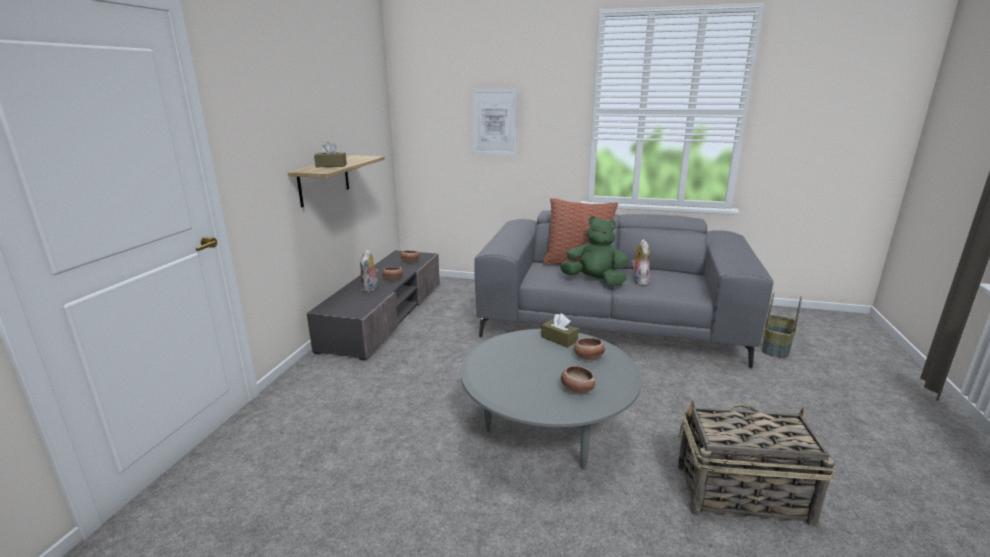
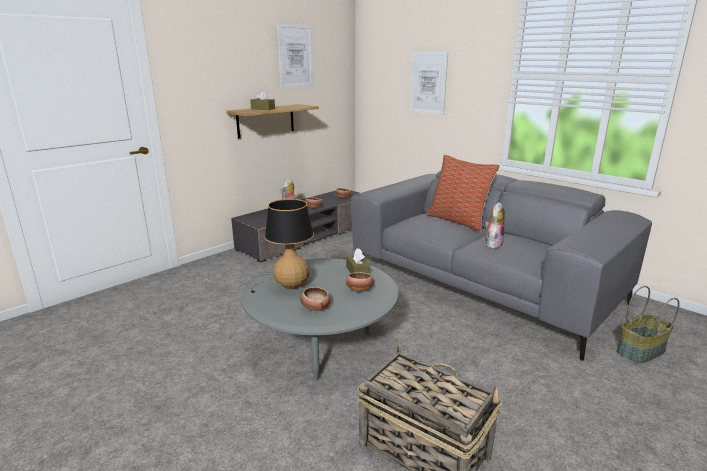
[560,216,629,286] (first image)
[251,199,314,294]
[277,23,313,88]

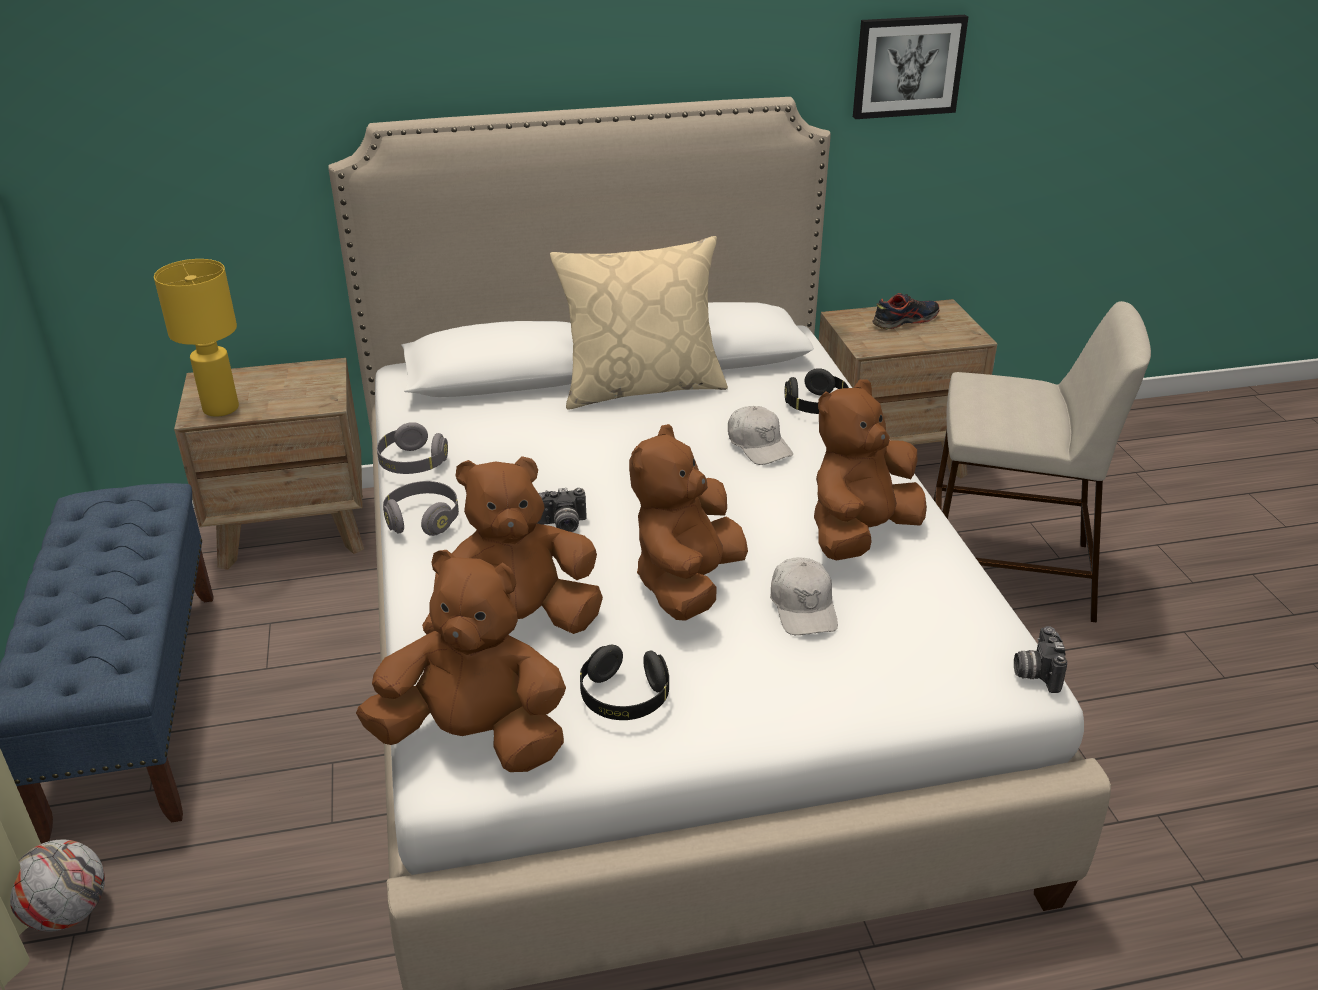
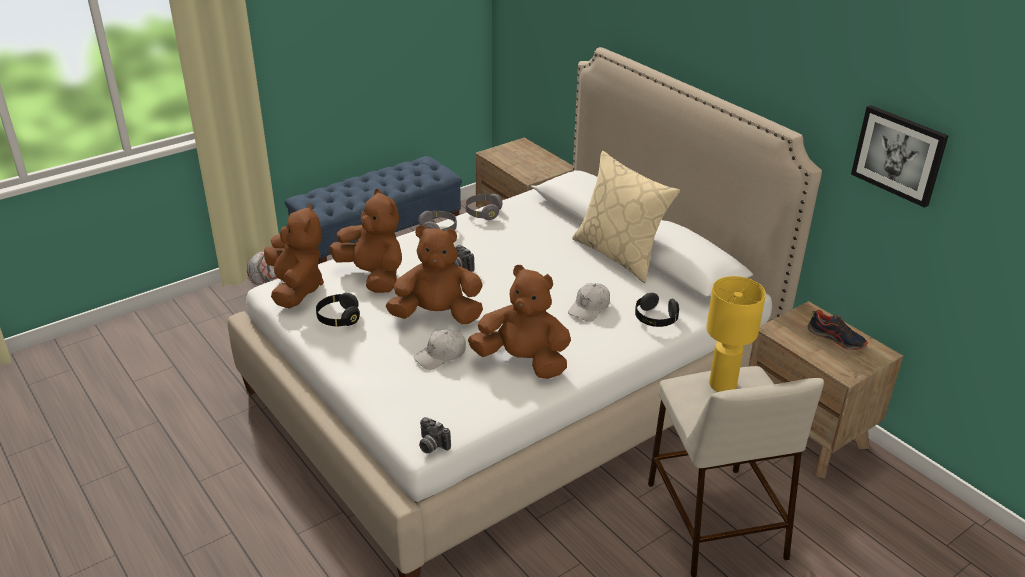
[706,276,766,392]
[419,417,451,453]

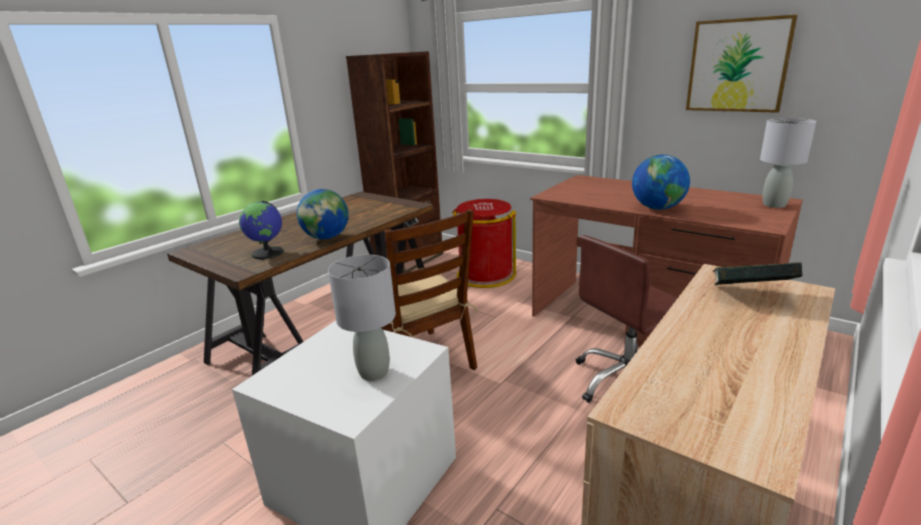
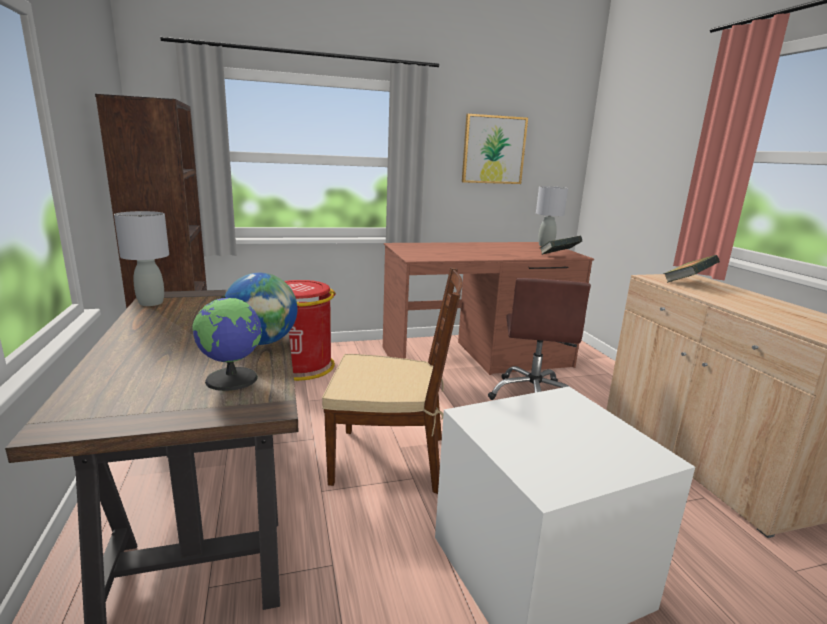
[114,211,169,306]
[632,155,690,210] (first image)
[540,235,582,255]

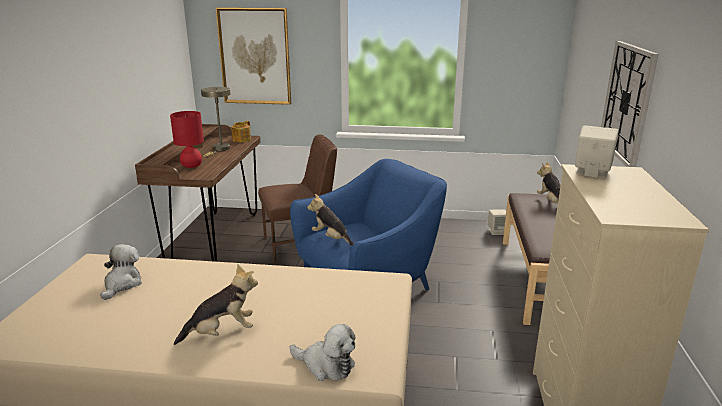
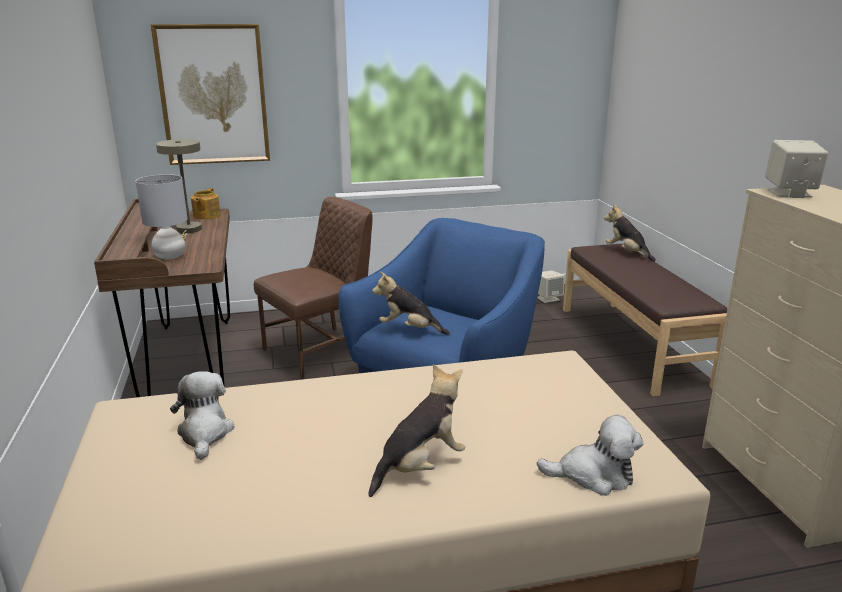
[136,174,188,259]
[601,41,658,167] (first image)

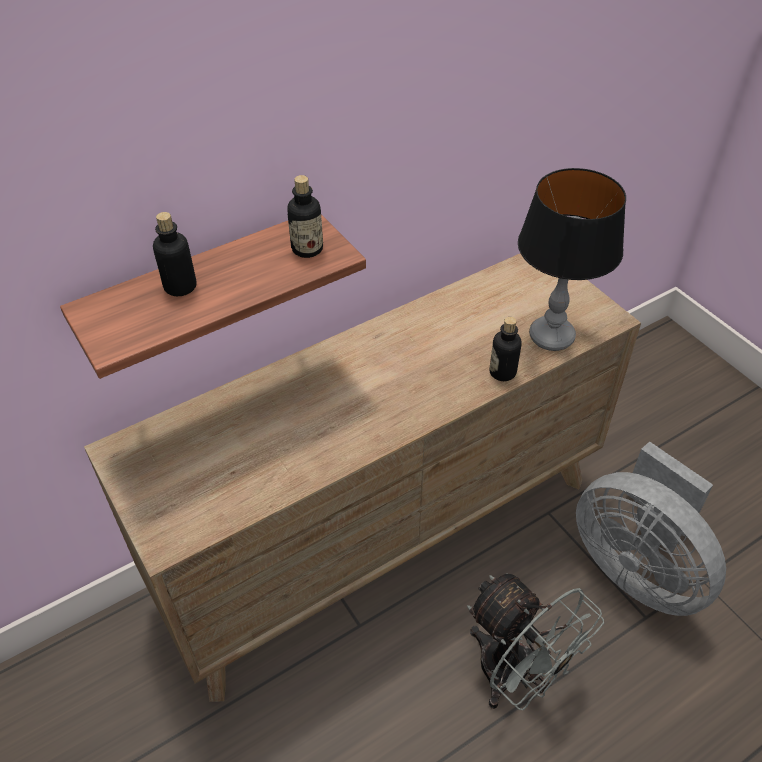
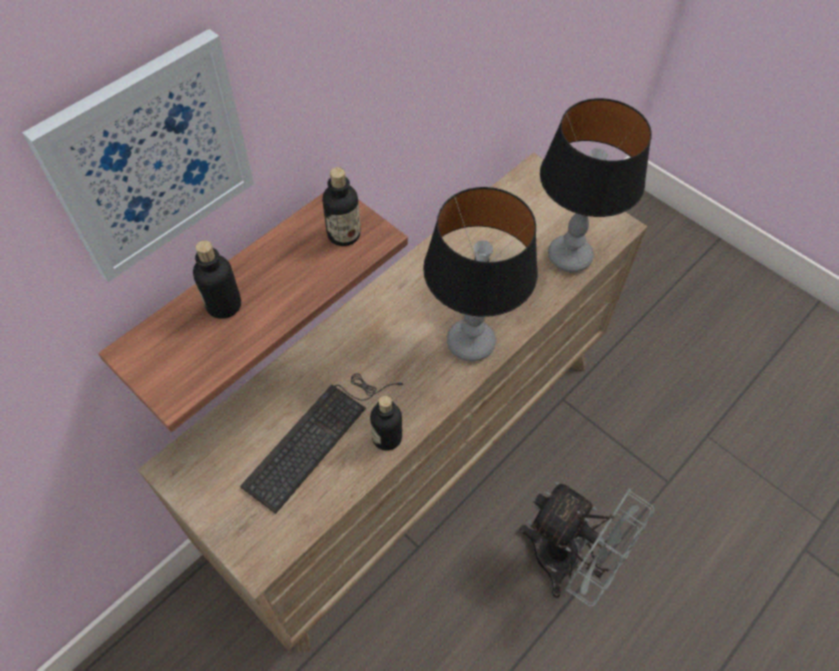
[370,396,402,451]
[576,441,726,616] (first image)
[22,29,254,282]
[240,373,403,514]
[423,187,538,362]

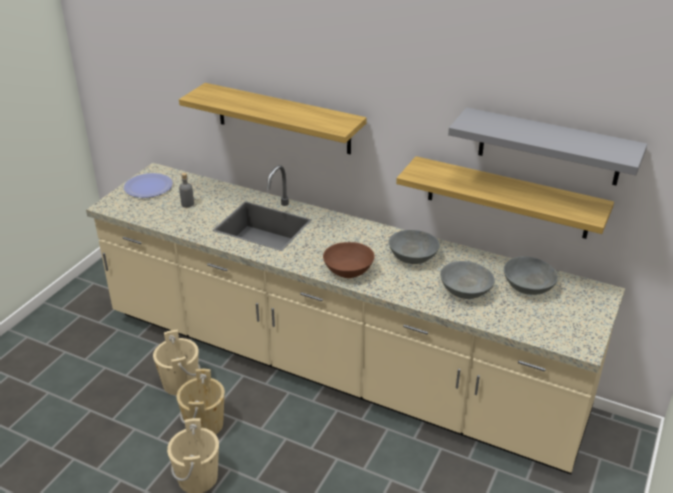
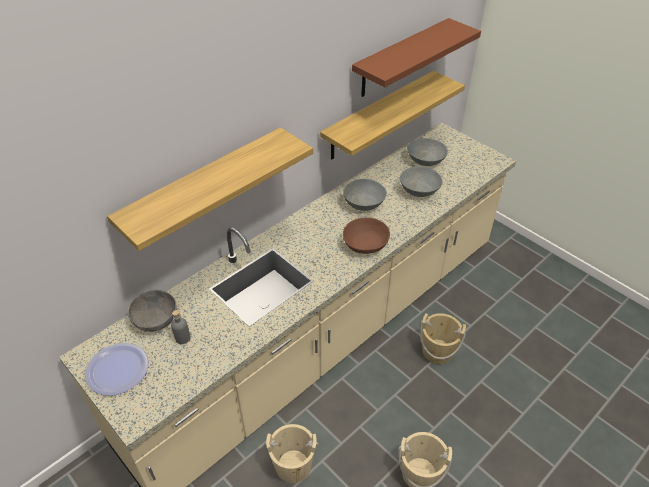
[420,313,466,364]
[352,18,481,97]
[128,290,177,332]

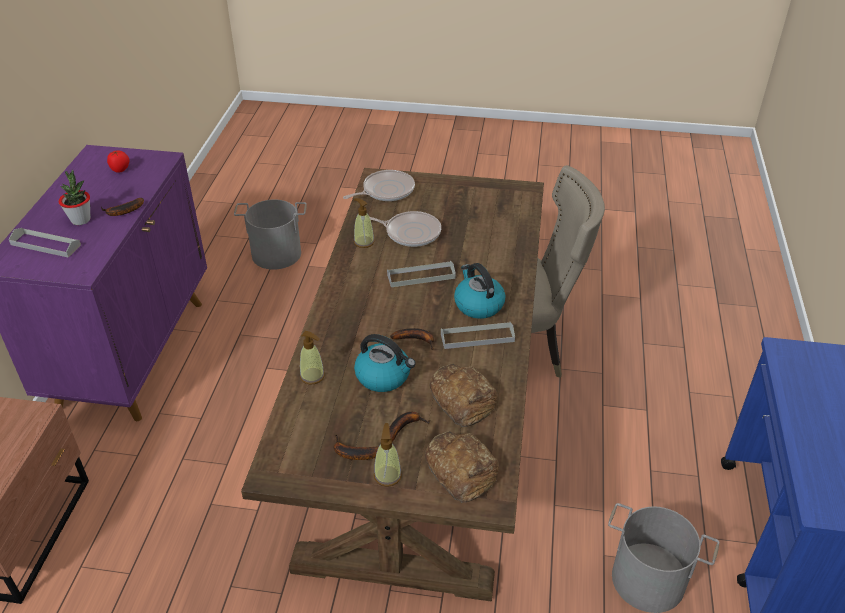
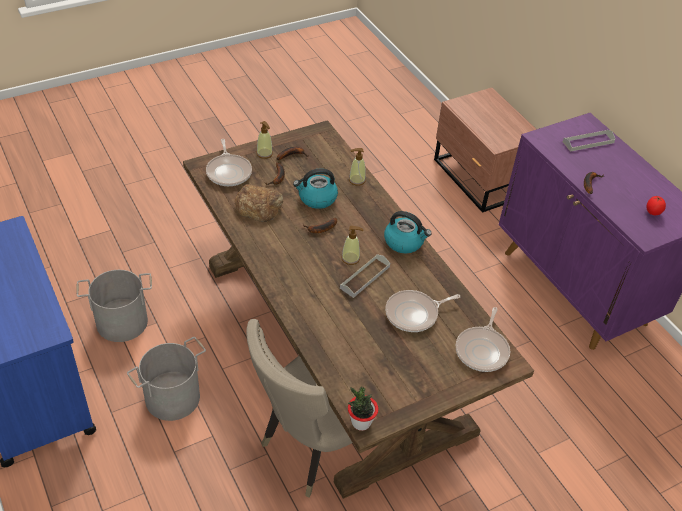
[348,387,379,431]
[127,337,206,421]
[341,226,364,265]
[206,139,252,186]
[441,322,515,349] (first image)
[384,211,432,253]

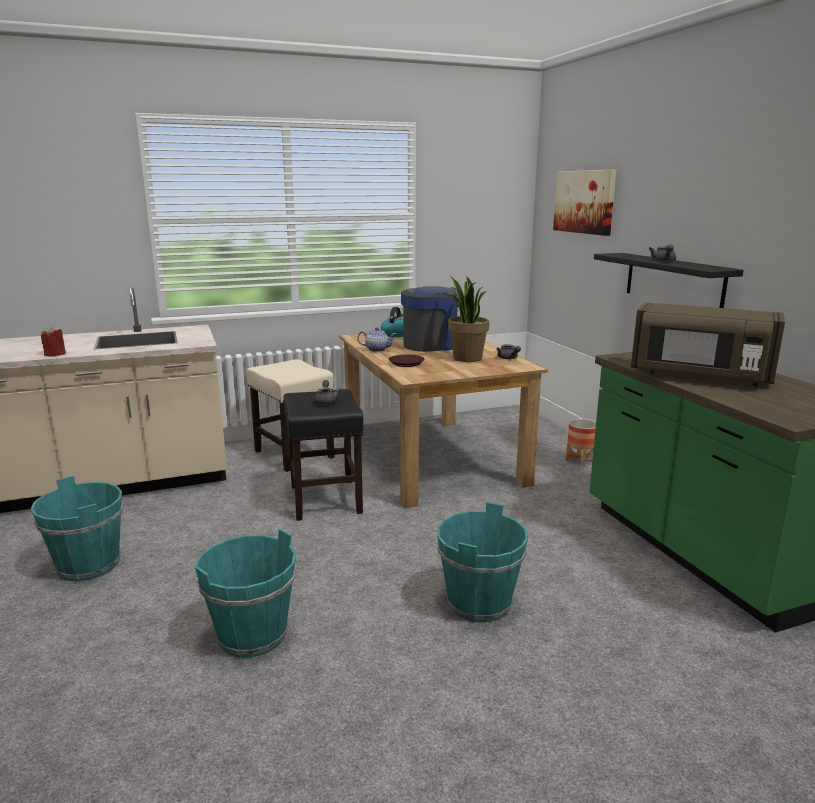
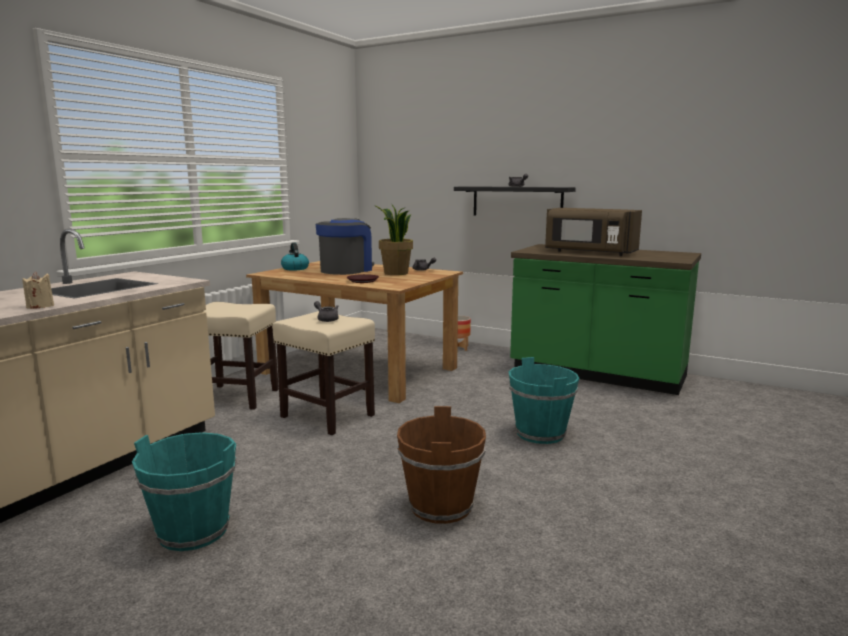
[22,272,54,309]
[397,406,486,524]
[272,311,375,435]
[357,327,396,352] (first image)
[553,170,616,236] (first image)
[545,208,642,256]

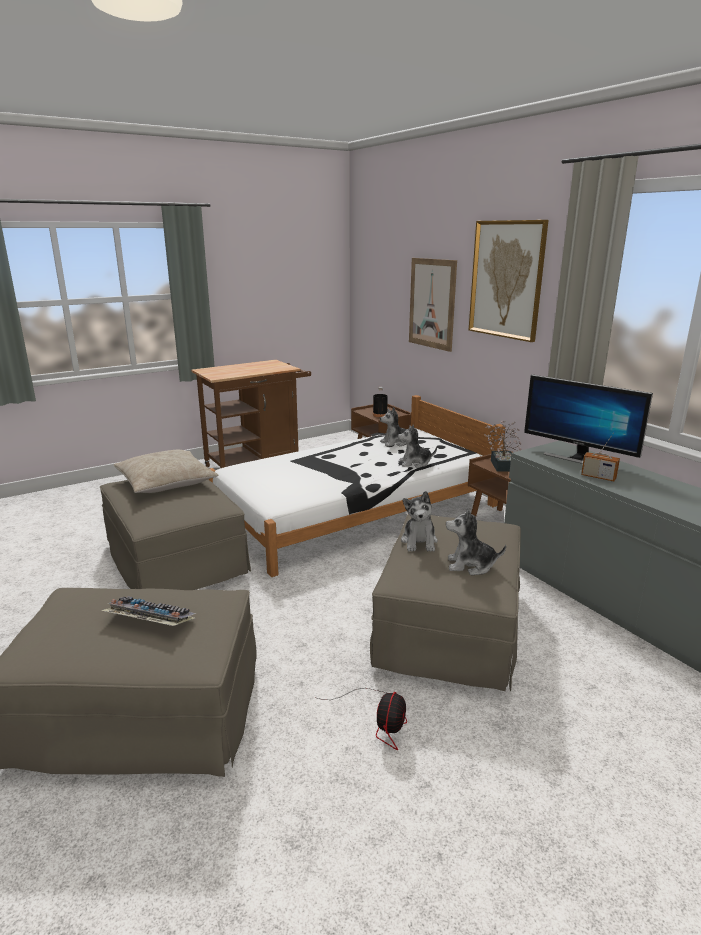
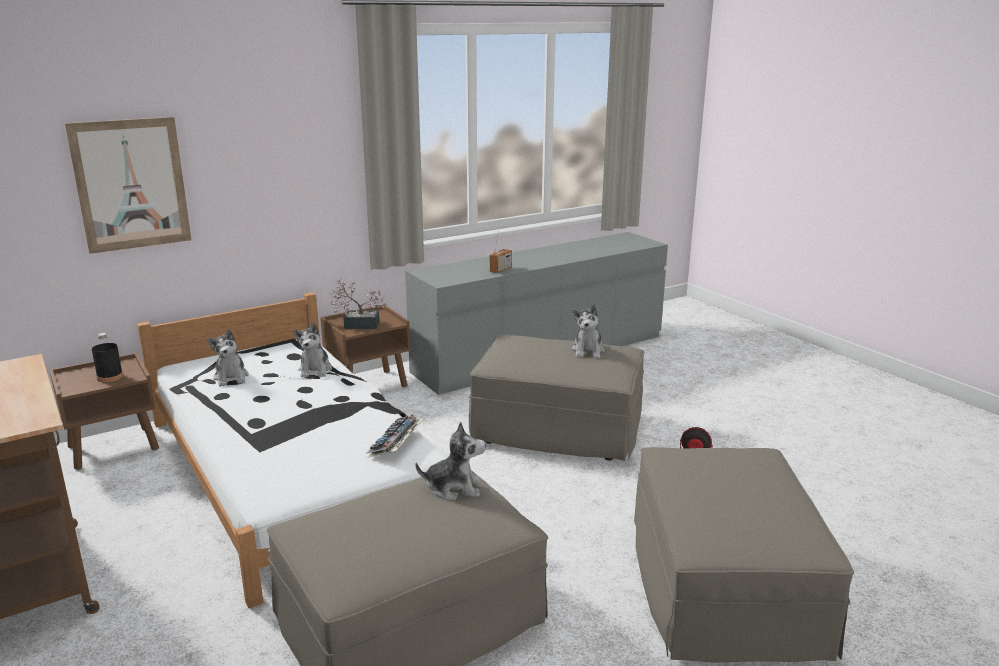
[366,414,425,458]
[114,450,218,493] (first image)
[415,422,486,500]
[469,220,548,342] (first image)
[524,374,653,464] (first image)

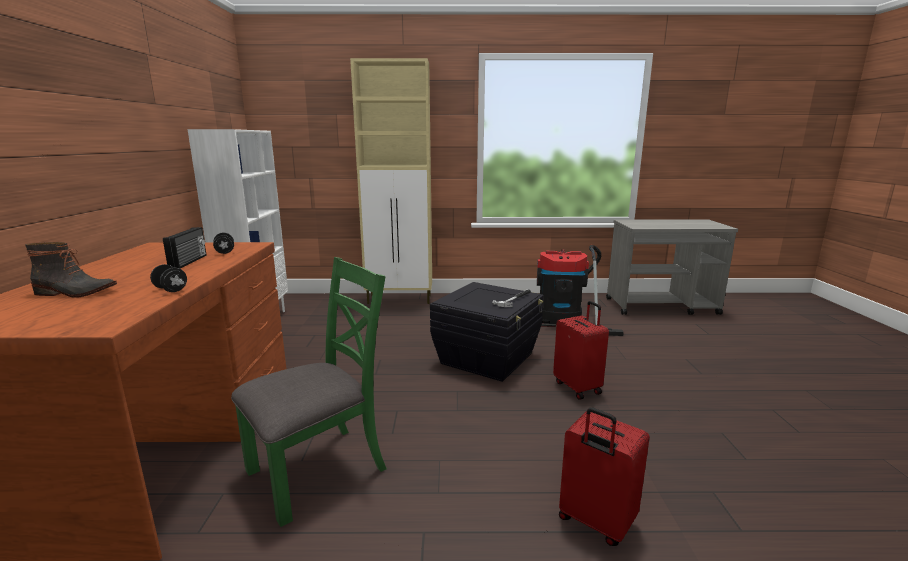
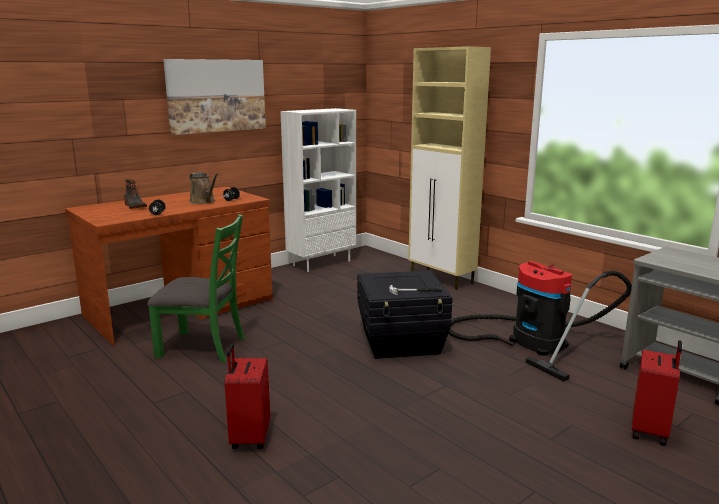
[189,172,218,204]
[632,340,682,446]
[163,59,266,135]

